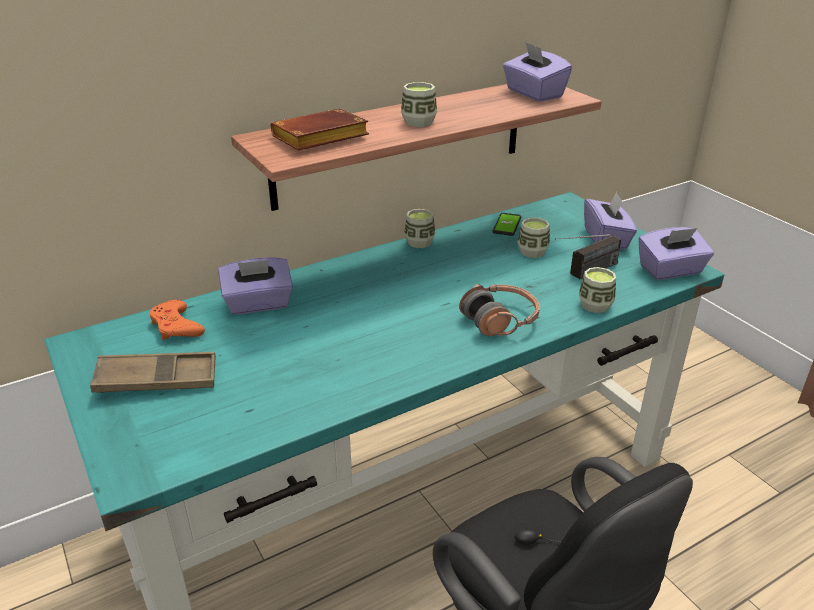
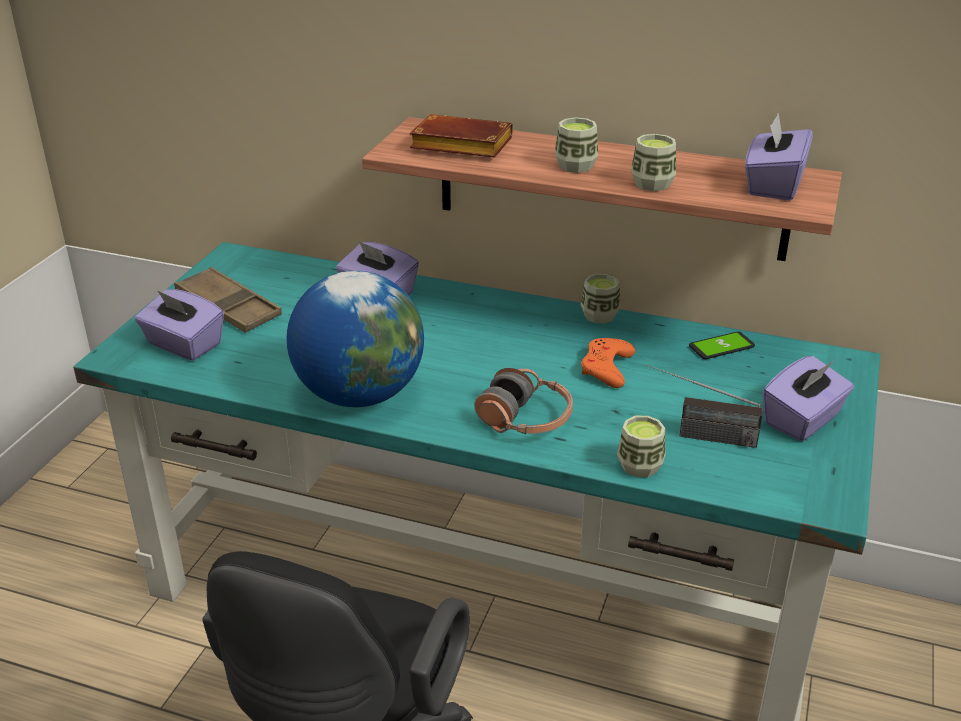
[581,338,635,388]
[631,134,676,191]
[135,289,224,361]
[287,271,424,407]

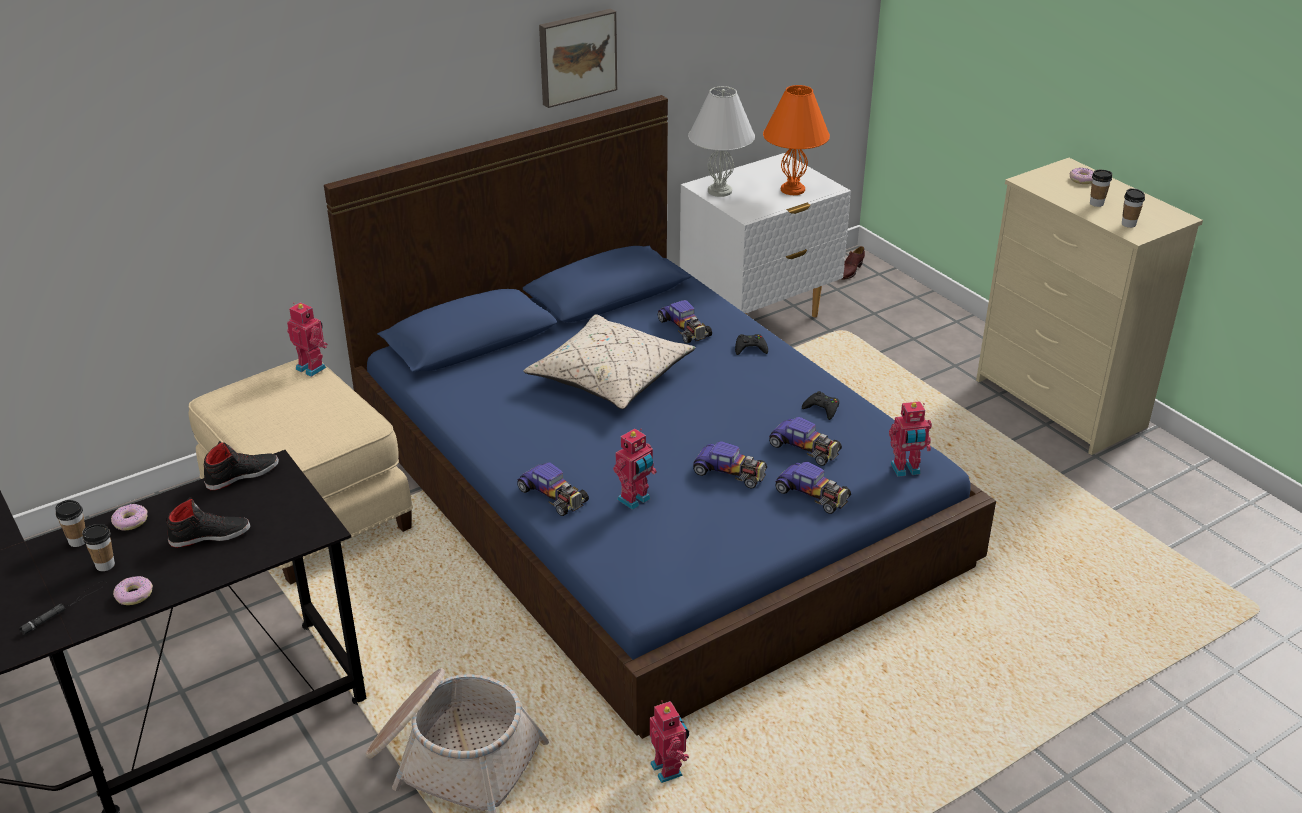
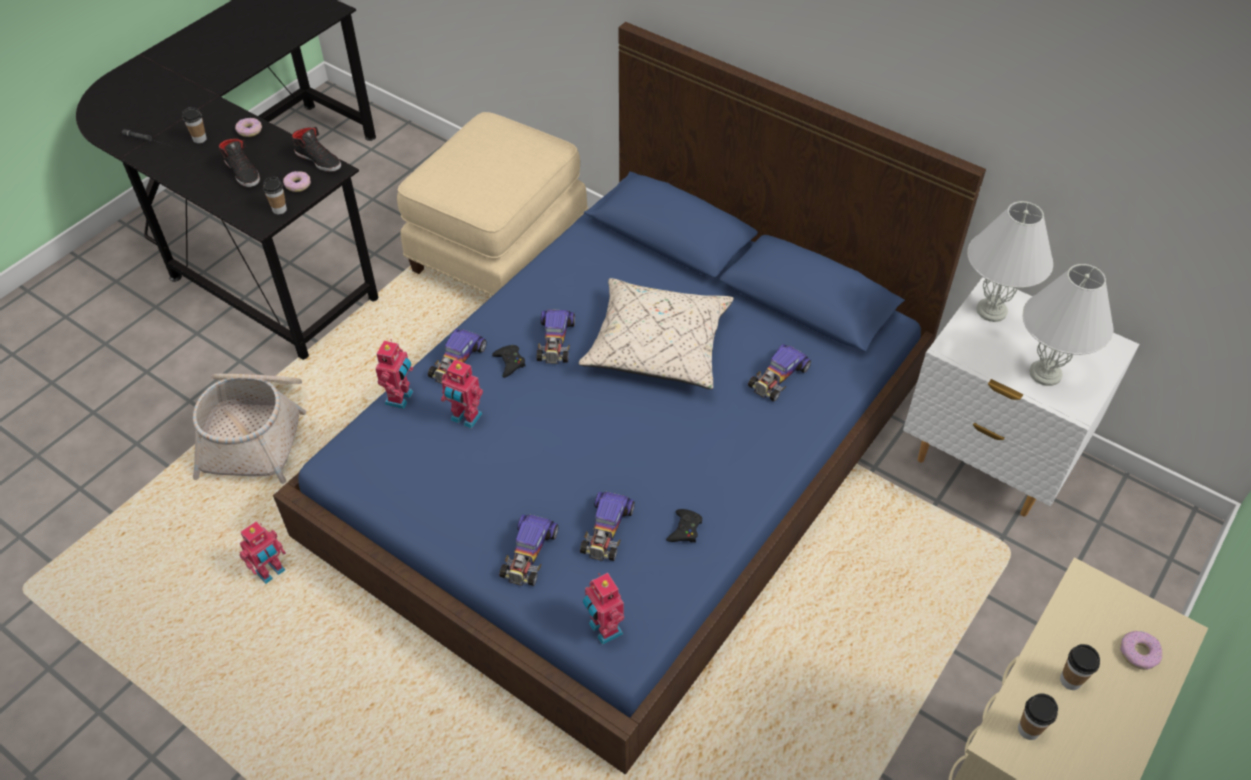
[263,177,287,214]
[283,171,311,192]
[375,339,413,409]
[539,9,617,108] (first image)
[537,309,575,364]
[492,345,526,378]
[1022,264,1114,386]
[842,246,865,279] (first image)

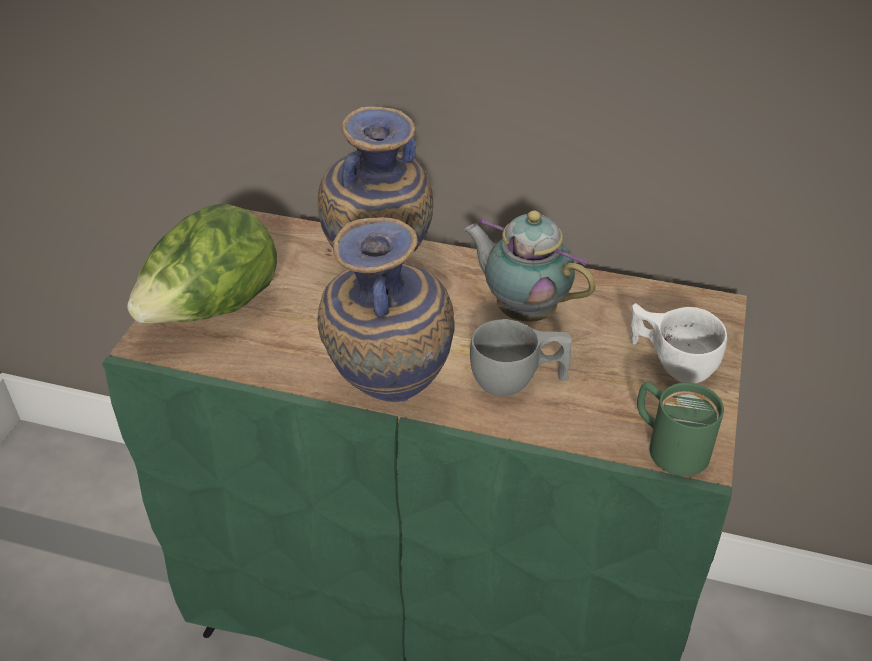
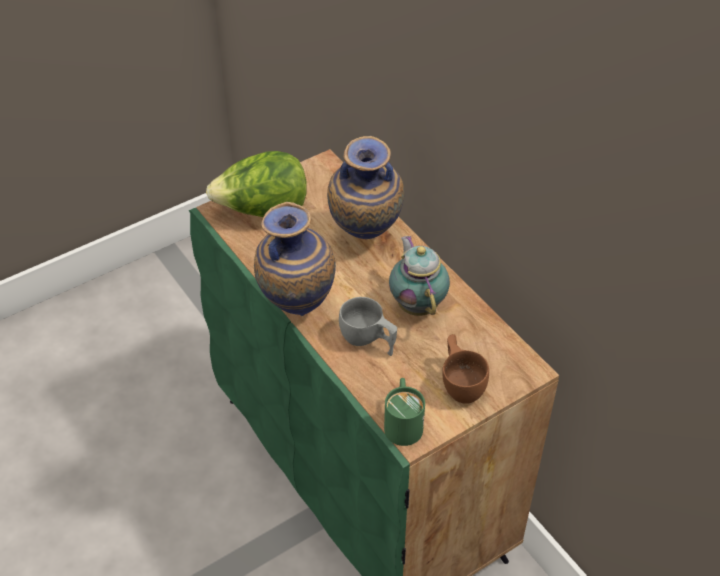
[442,334,489,404]

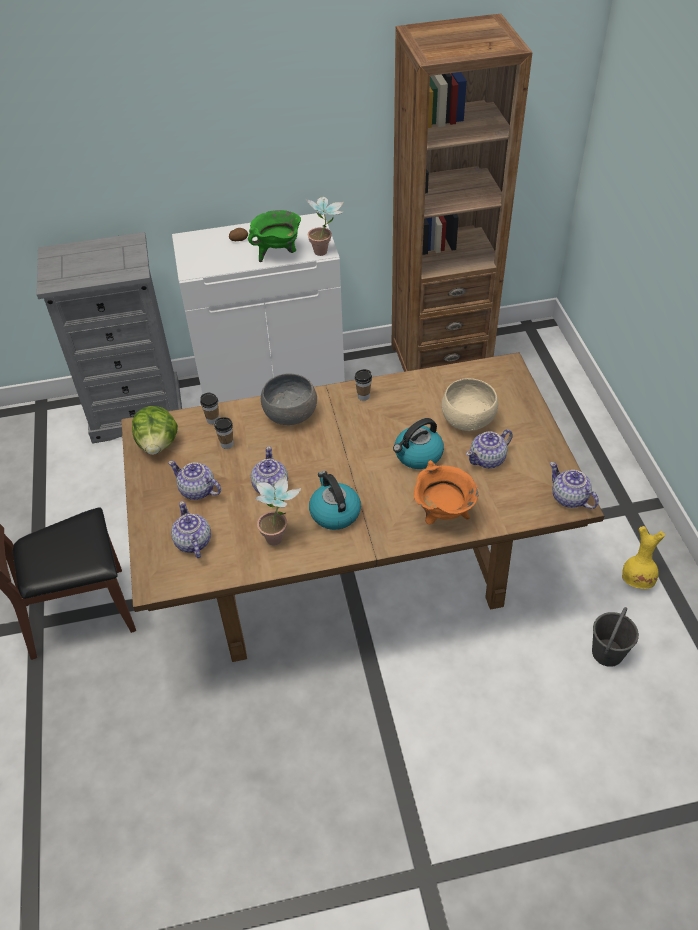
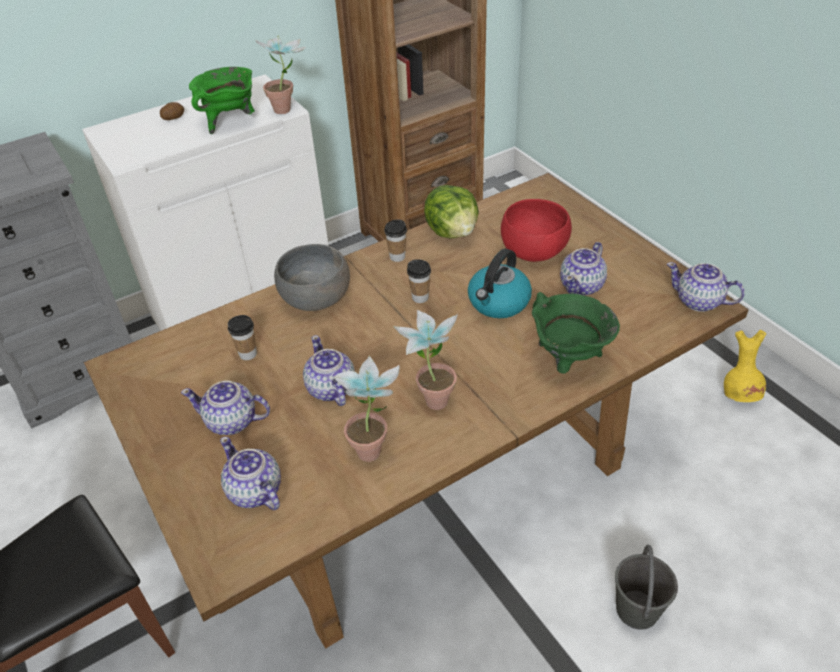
[424,185,479,238]
[407,259,431,303]
[393,310,458,410]
[532,292,620,373]
[501,199,572,262]
[615,545,678,630]

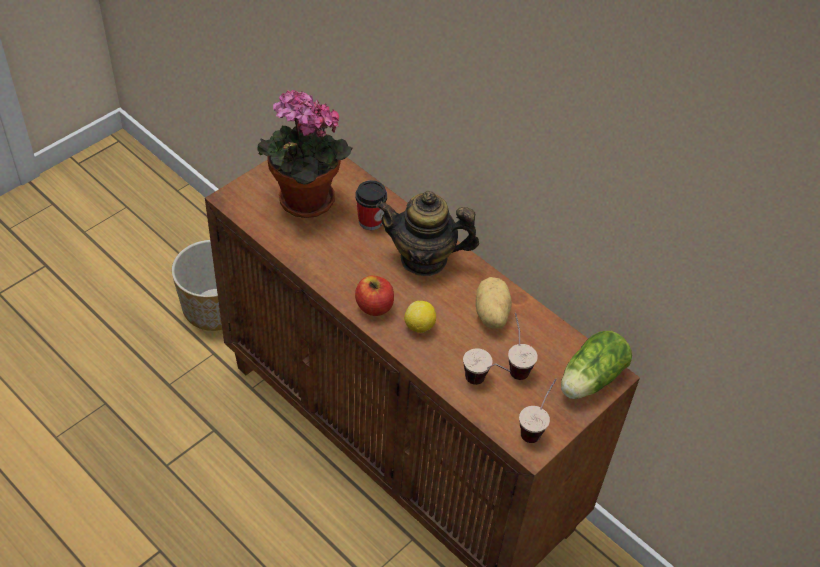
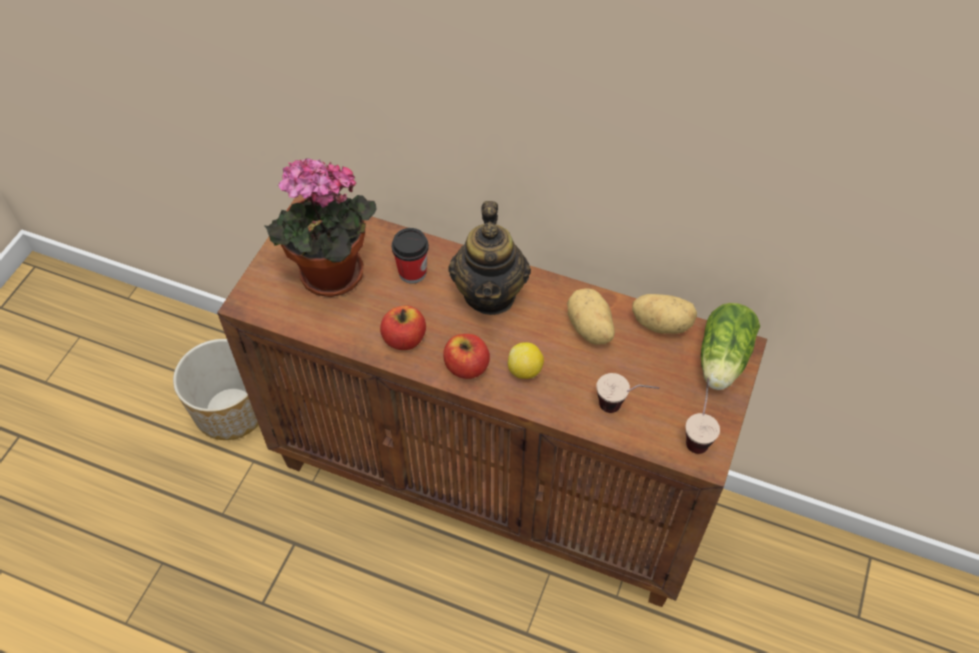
[448,201,531,315]
[508,313,538,380] (first image)
[380,305,426,350]
[632,294,697,334]

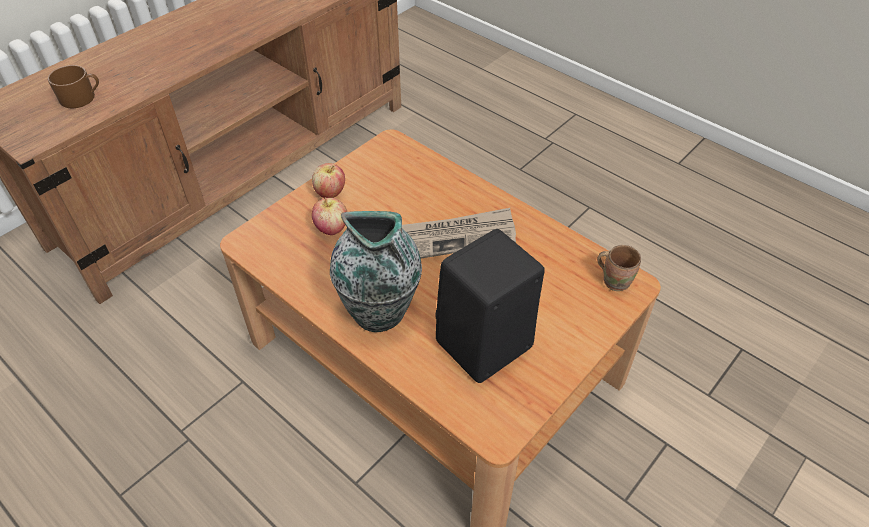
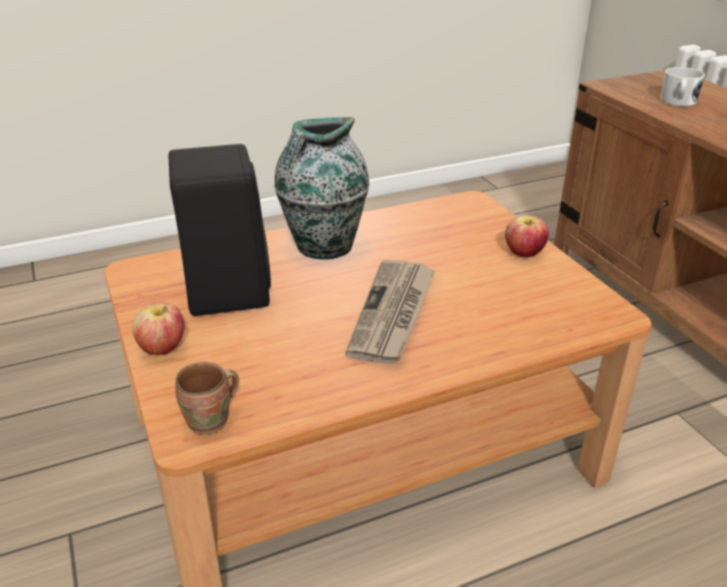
[660,67,705,106]
[133,302,185,355]

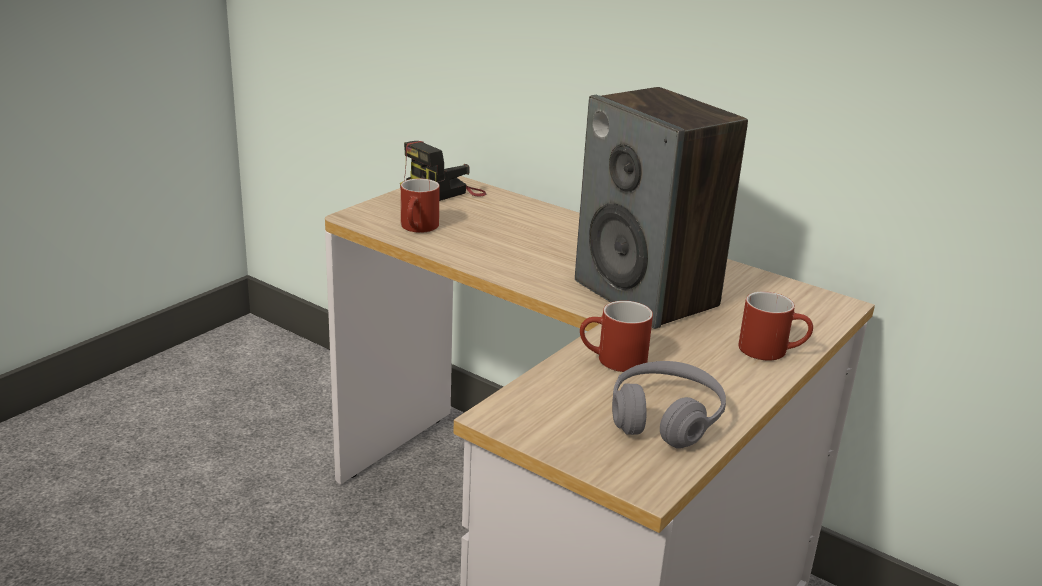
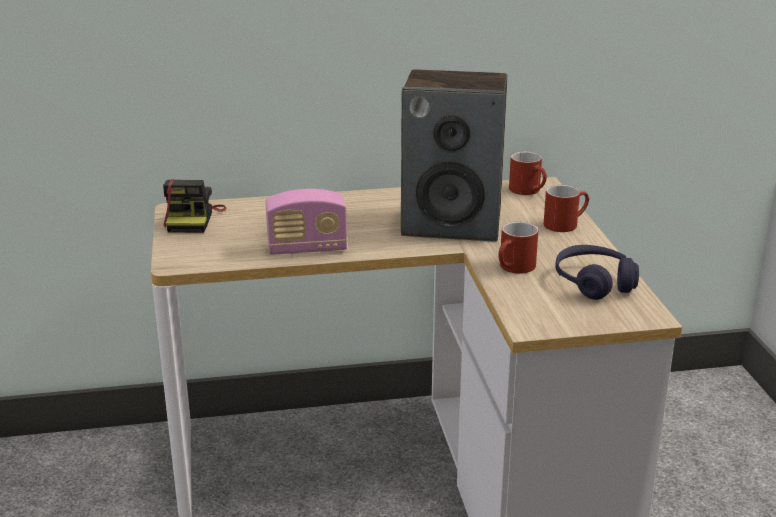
[509,152,547,195]
[555,245,639,300]
[265,189,348,255]

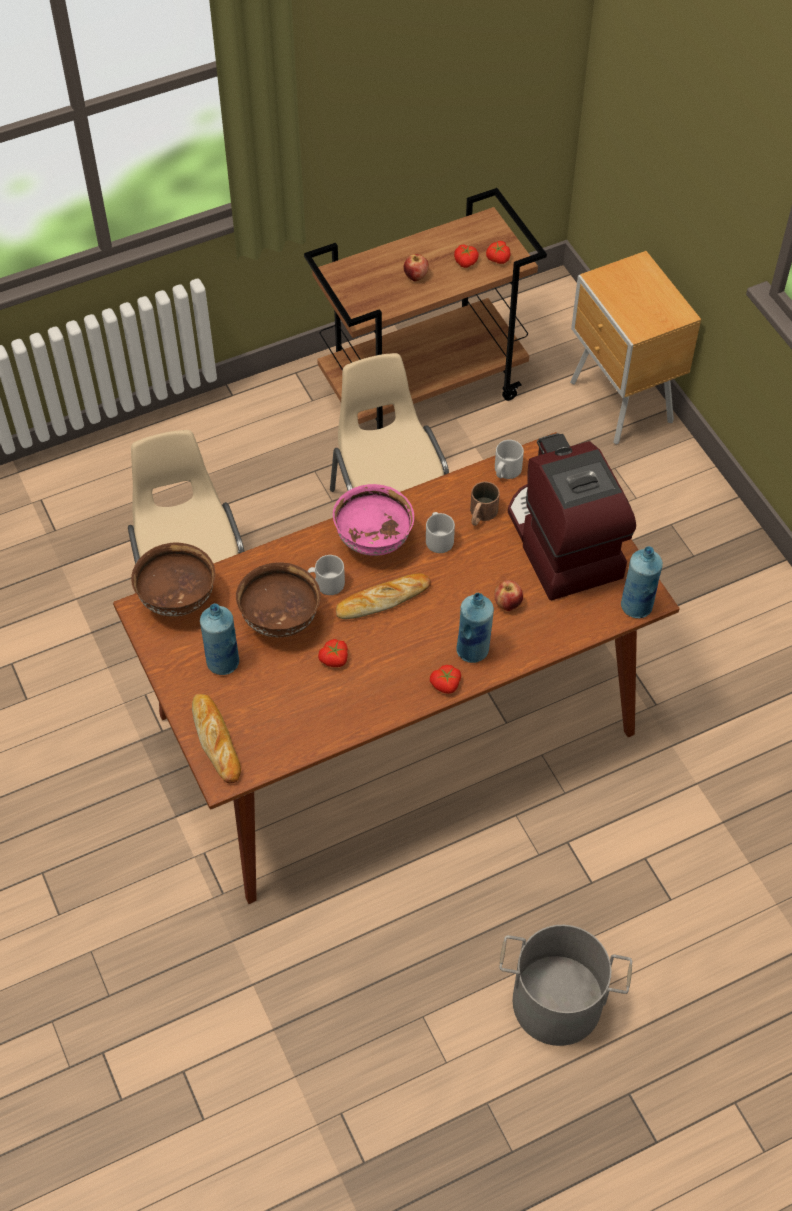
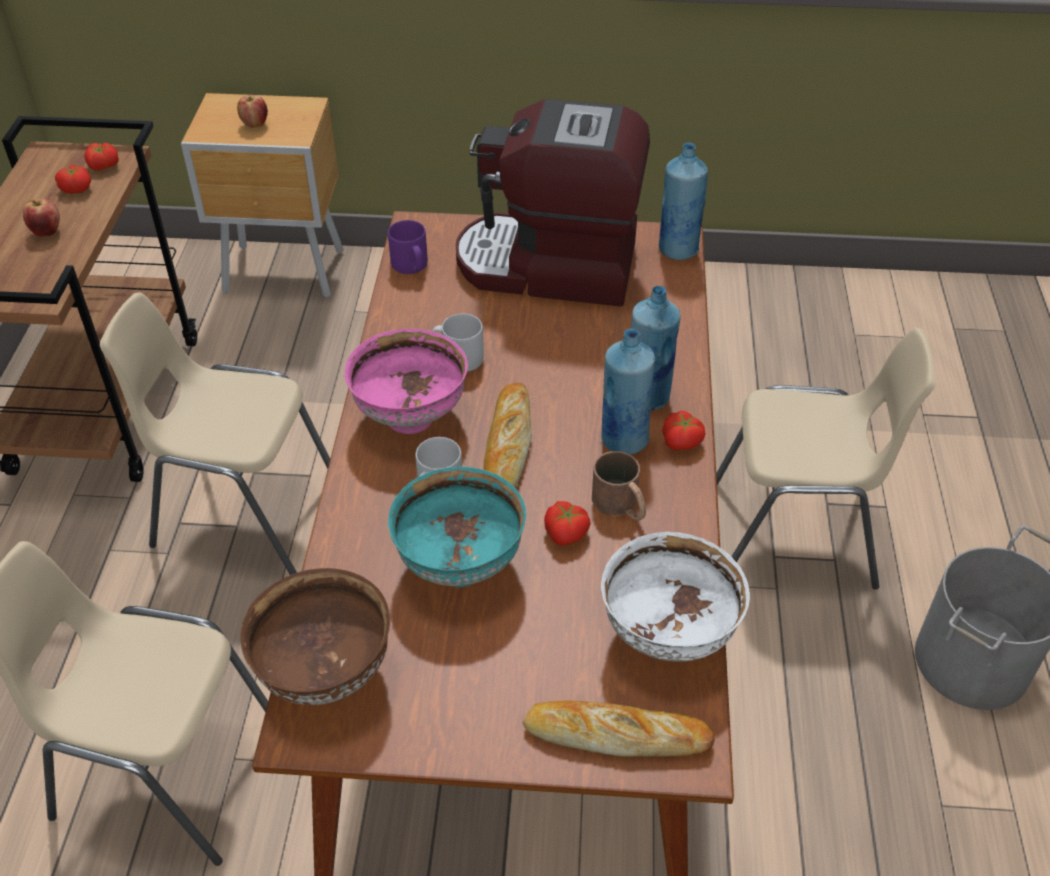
[601,329,655,455]
[388,467,526,587]
[592,451,646,521]
[388,220,428,274]
[237,95,268,128]
[601,532,750,662]
[716,328,936,590]

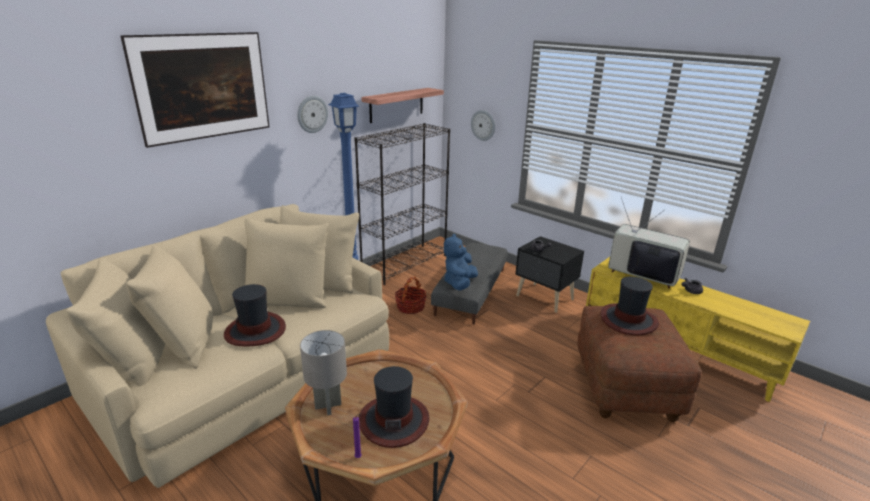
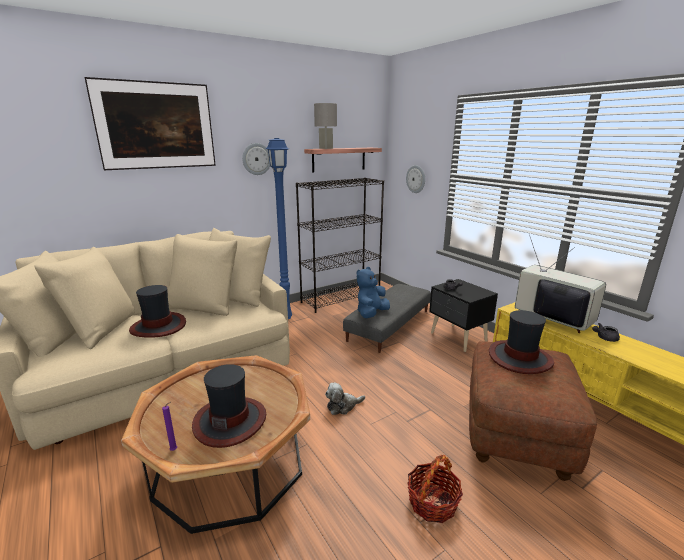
[314,103,337,149]
[407,455,463,523]
[325,382,365,415]

